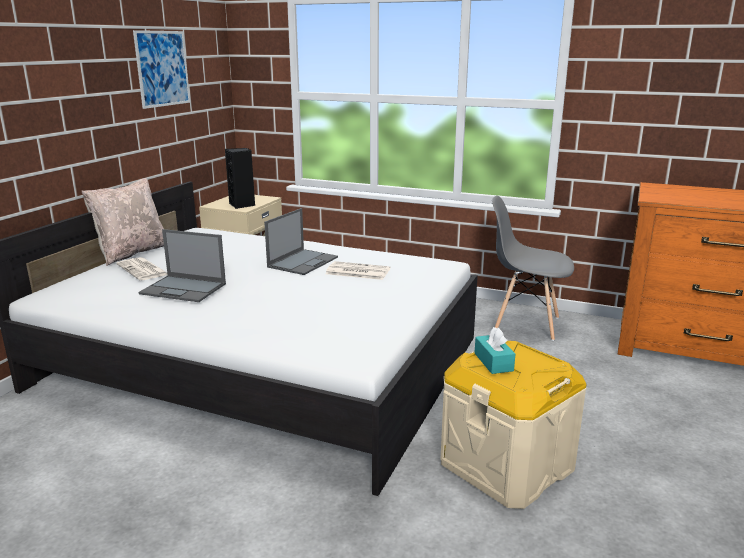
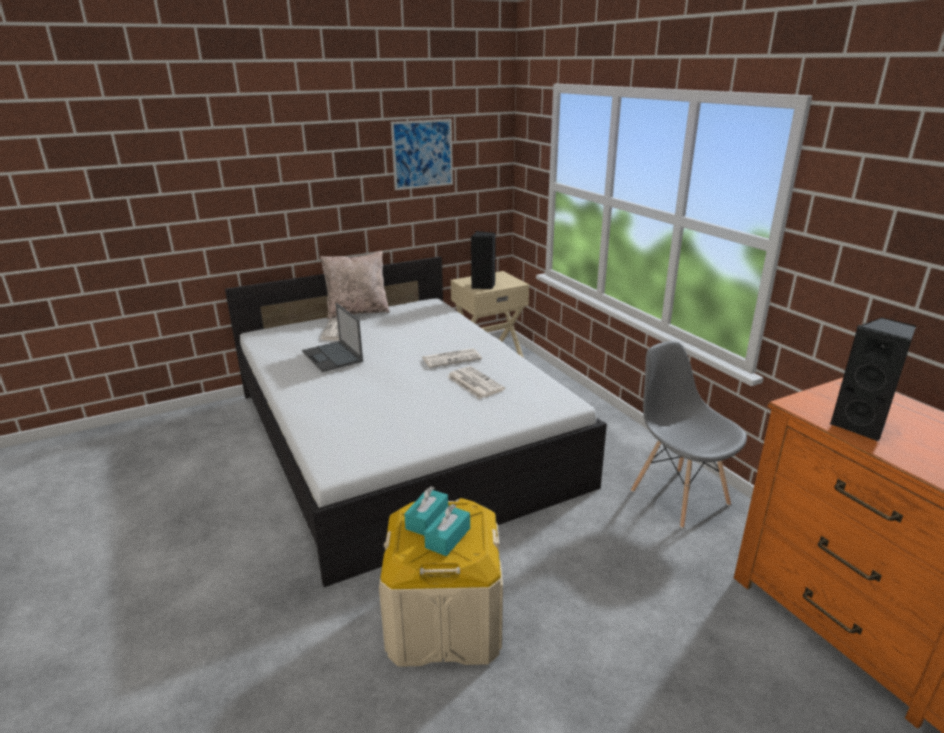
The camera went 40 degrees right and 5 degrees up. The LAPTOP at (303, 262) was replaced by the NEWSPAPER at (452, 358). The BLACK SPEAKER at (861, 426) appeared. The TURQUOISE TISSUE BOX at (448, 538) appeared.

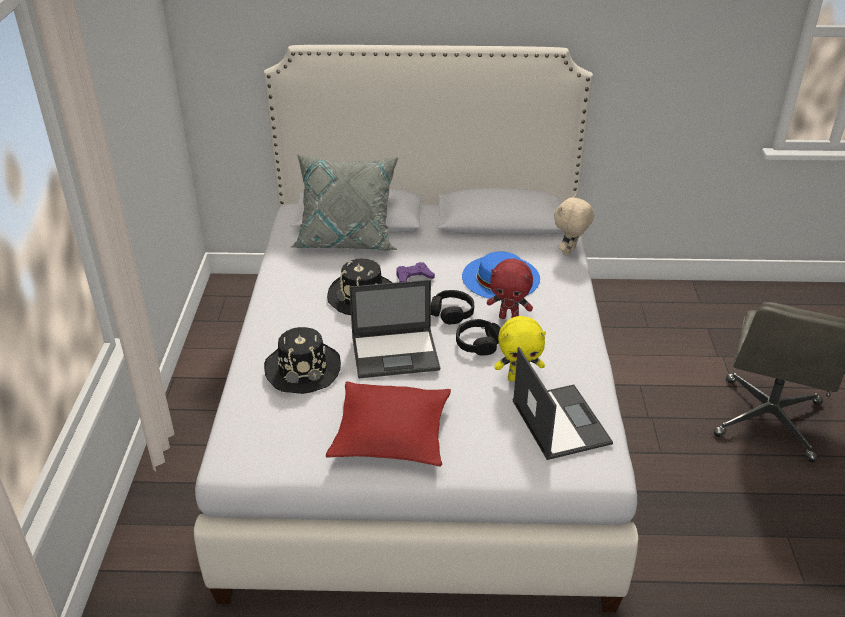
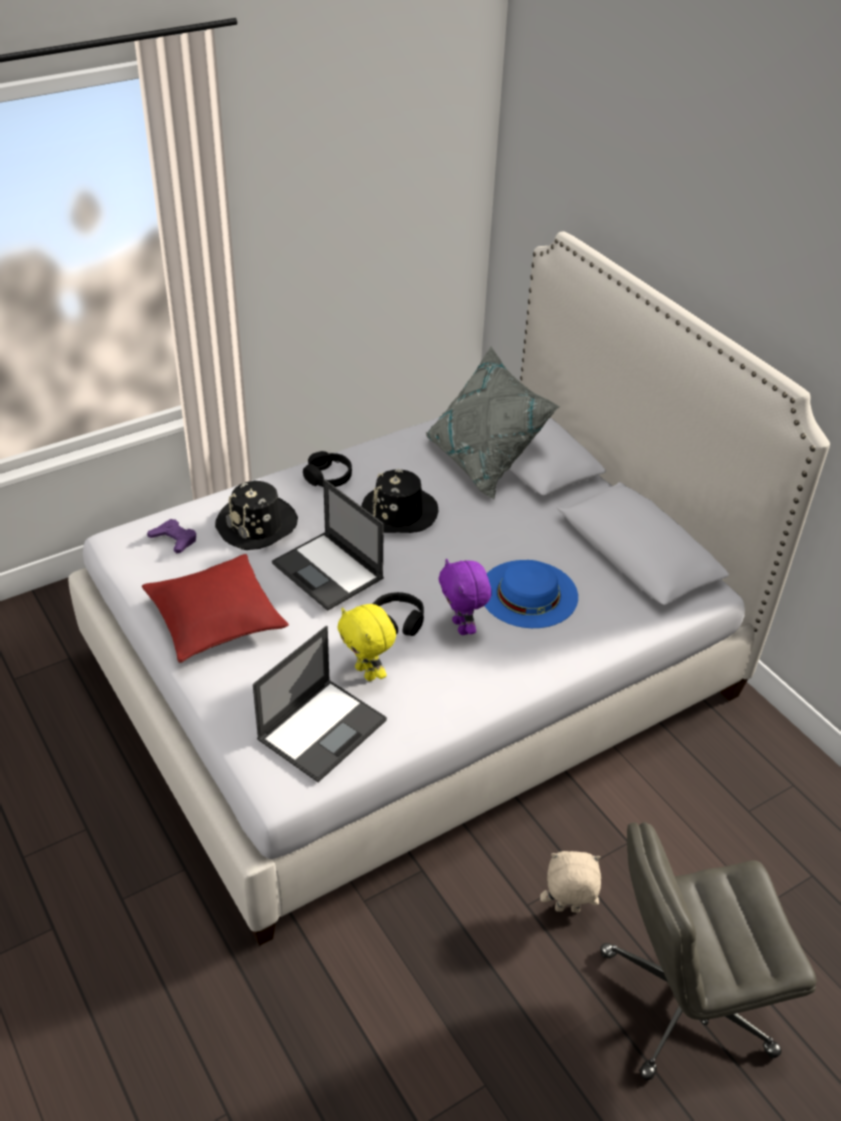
The camera went 55 degrees right and 5 degrees up. The BEIGE PLUSH TOY moved from (570, 252) to (566, 910). The RED PLUSH TOY at (509, 317) became the PURPLE PLUSH TOY at (462, 627). The PURPLE GAME CONTROLLER moved from (413, 277) to (174, 539). The BLACK HEADPHONES moved from (452, 312) to (328, 477).

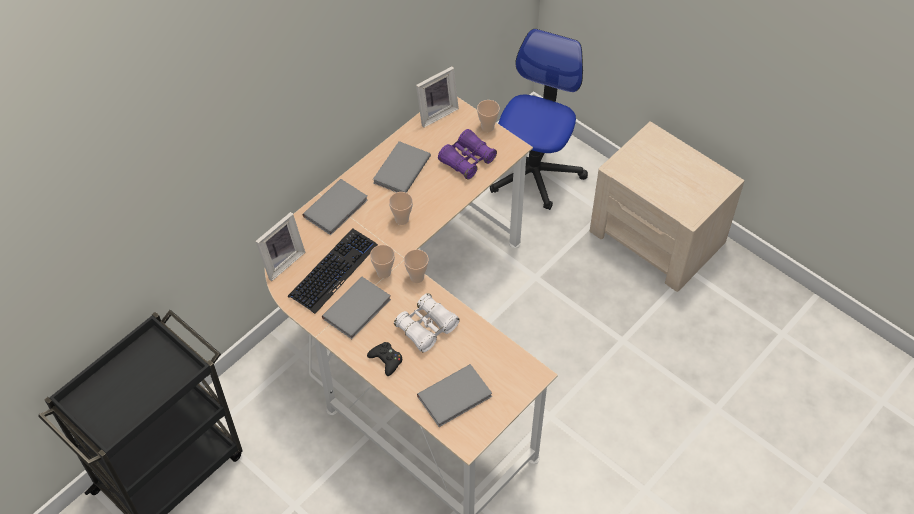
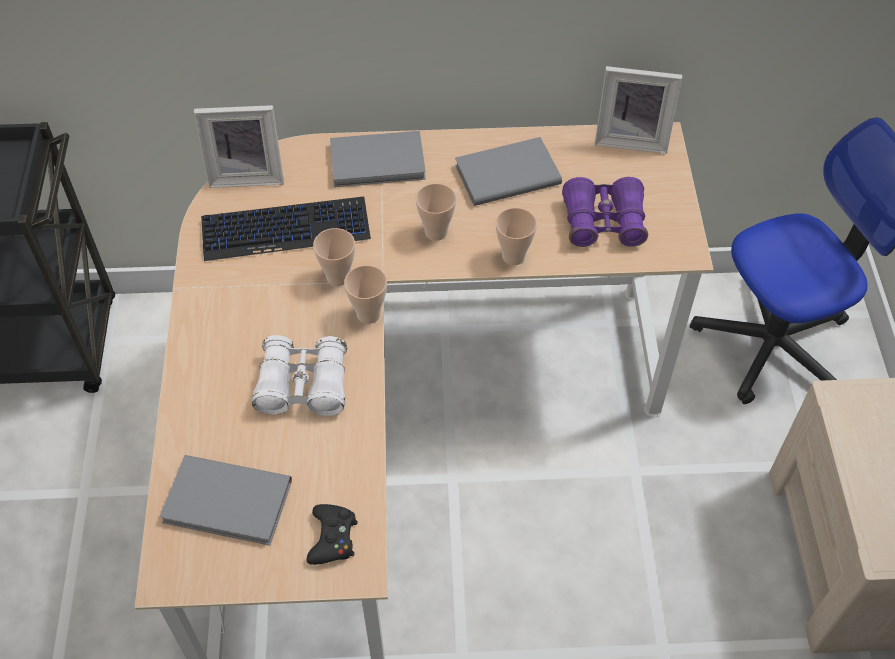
The camera went 45 degrees right and 0 degrees up. The CUP moved from (487, 127) to (513, 256). The GREY BOOK at (358, 309) disappeared. The BLACK GAME CONTROLLER moved from (386, 360) to (333, 538).

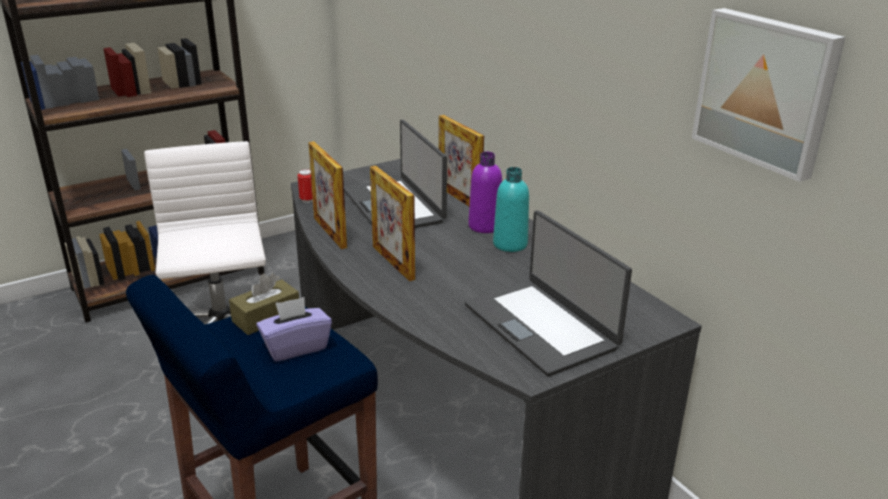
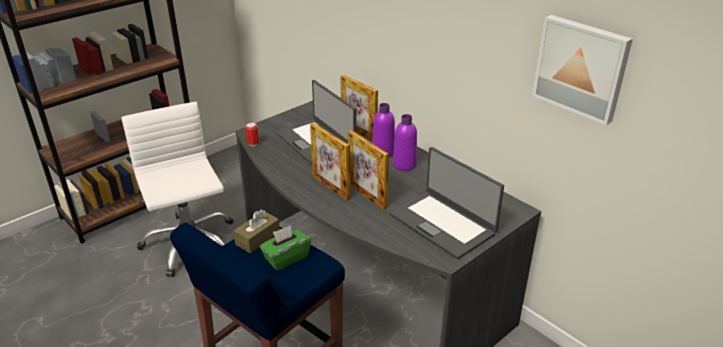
The camera went 10 degrees left and 5 degrees up. The PICTURE FRAME moved from (330, 232) to (367, 196). The TURQUOISE BOTTLE at (510, 244) became the PURPLE BOTTLE at (404, 164). The PURPLE TISSUE BOX at (295, 347) became the GREEN TISSUE BOX at (286, 258).

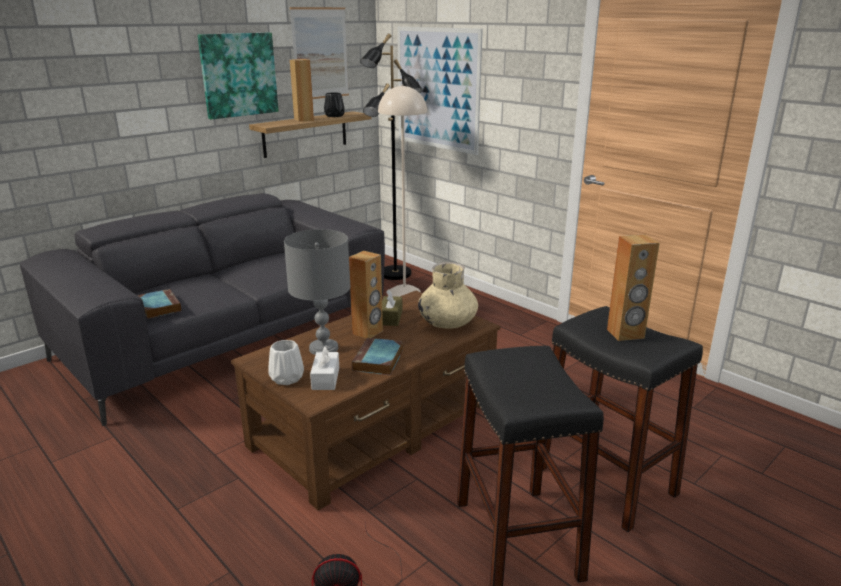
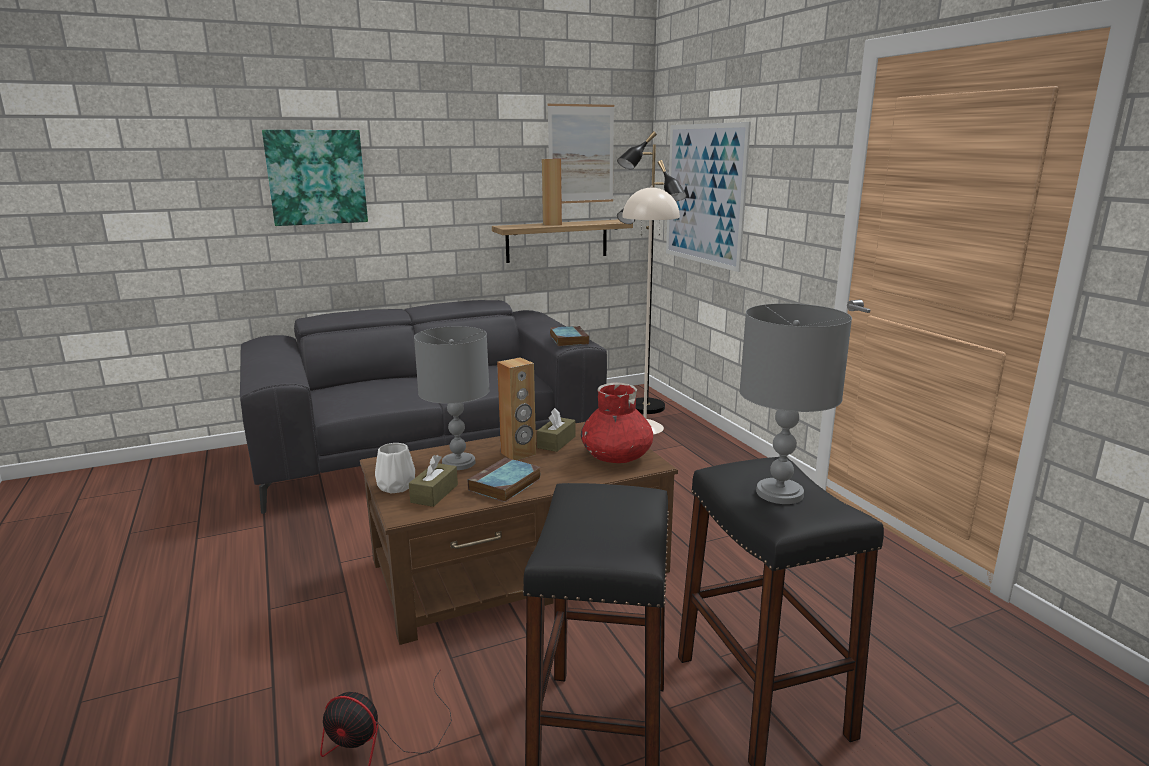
The camera went 20 degrees right and 5 degrees down. The PICTURE moved from (238, 75) to (316, 177). The BLACK VASE at (334, 116) disappeared. The BROWN SPEAKER at (625, 334) was replaced by the GREY TABLE LAMP at (780, 493). The BEIGE VASE at (447, 322) became the RED VASE at (616, 456). The BOOK moved from (159, 307) to (568, 339). The WHITE TISSUE BOX at (325, 378) became the BROWN TISSUE BOX at (434, 493).

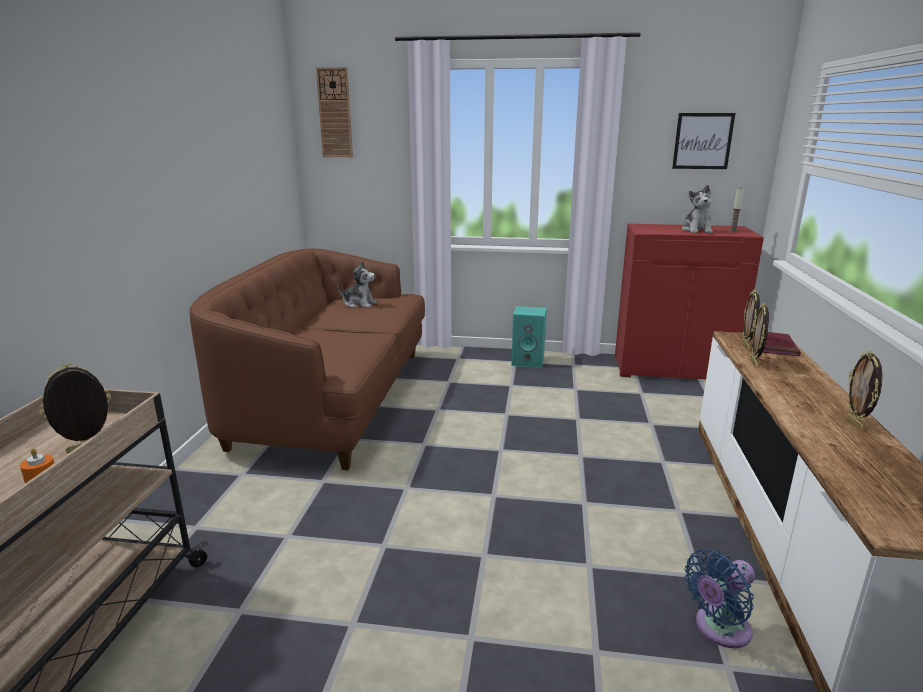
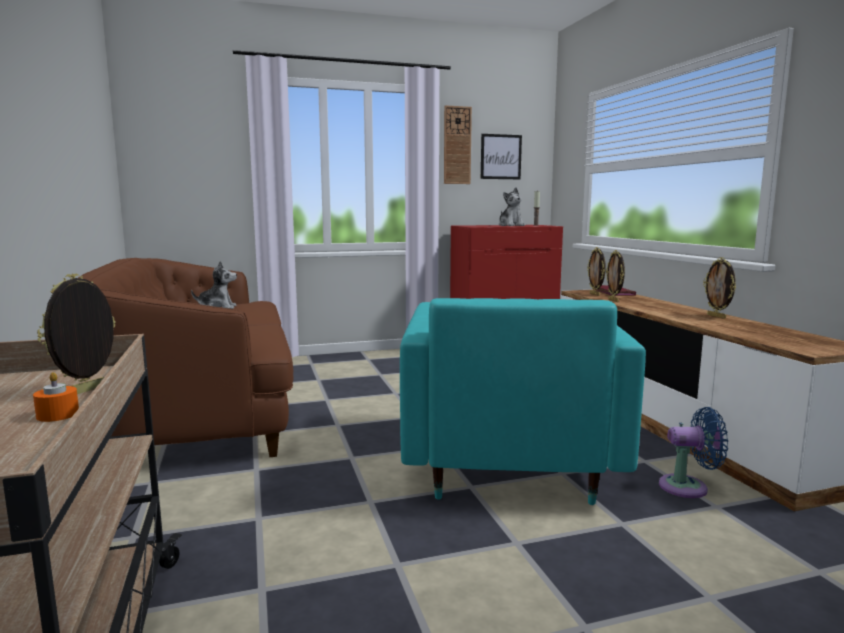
The camera went 25 degrees left and 10 degrees down. The WALL CLOCK moved from (335, 113) to (457, 145). The TURQUOISE SPEAKER at (528, 361) disappeared. The BLUE FAN at (719, 629) turned 120 degrees counterclockwise. The TURQUOISE ARMCHAIR at (506, 459) appeared.

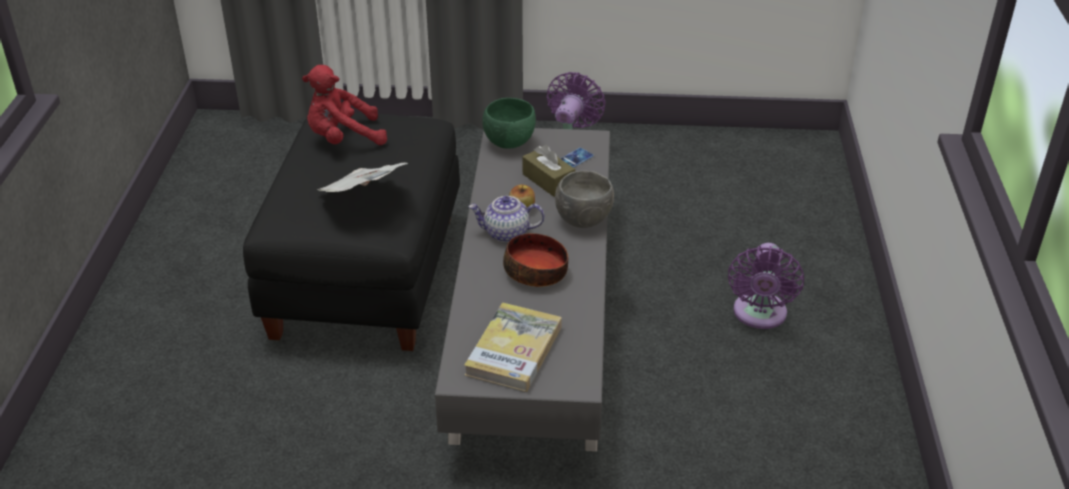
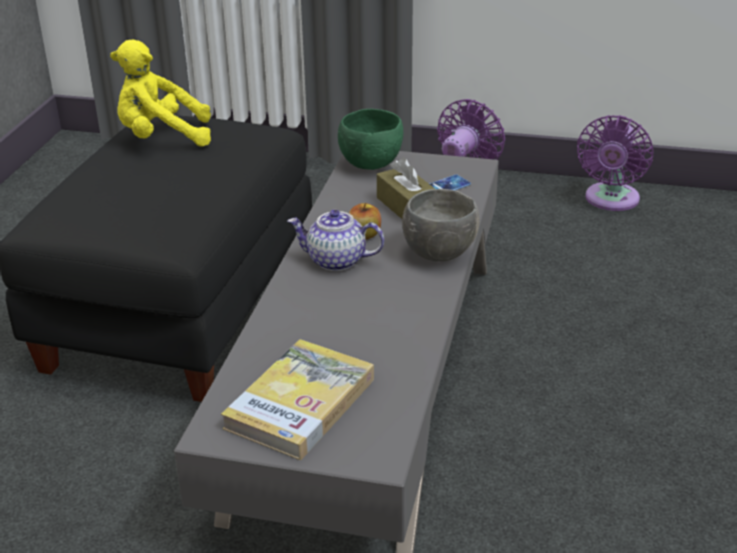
The camera went 10 degrees right and 5 degrees down. The RED PLUSH TOY at (343, 139) became the YELLOW PLUSH TOY at (162, 138). The NEWSPAPER at (364, 197) disappeared. The BOWL at (536, 272) disappeared. The PURPLE FAN moved from (759, 315) to (610, 201).

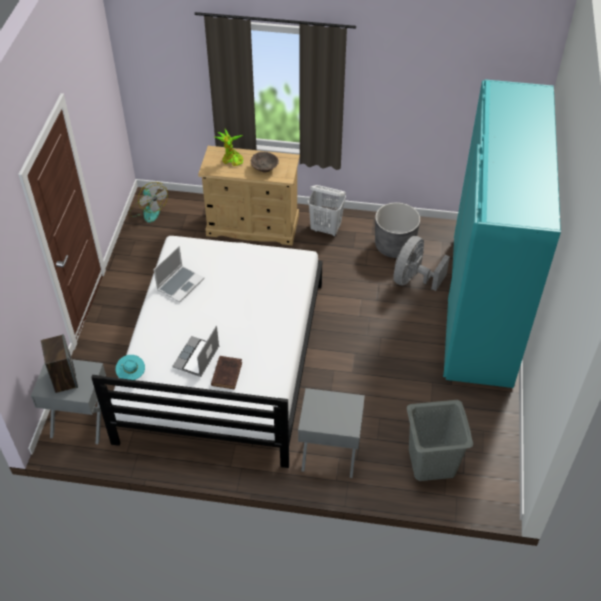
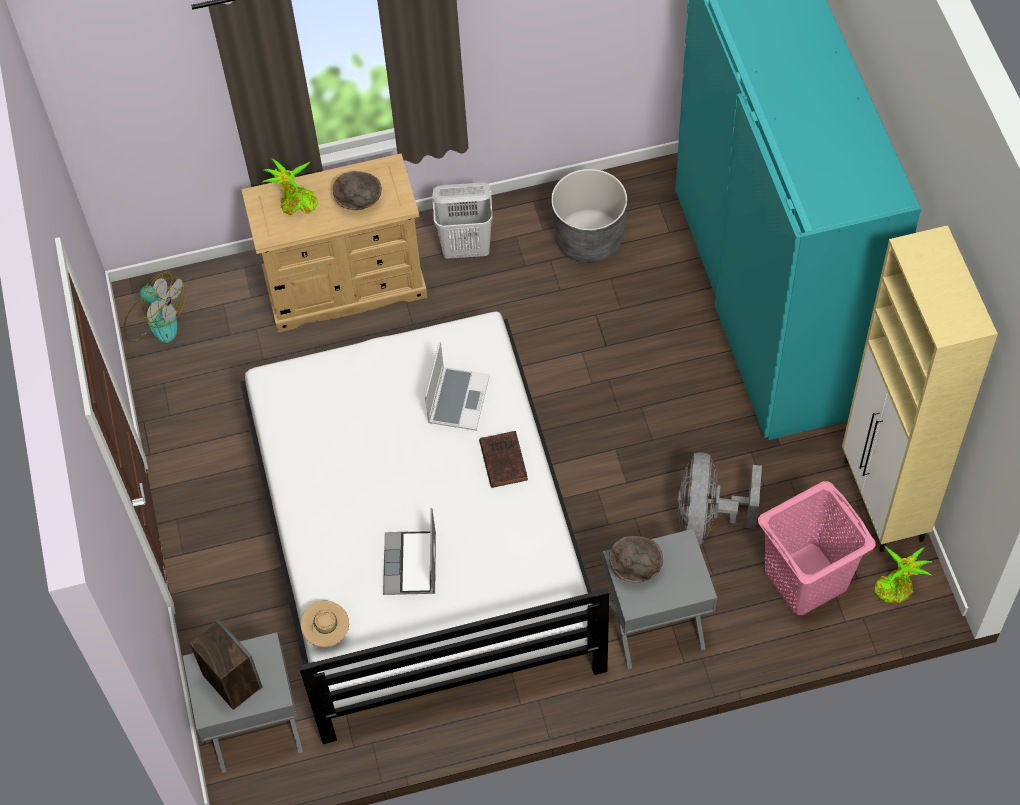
The camera went 20 degrees left and 10 degrees up. The GREY FAN moved from (413, 279) to (708, 518). The LAPTOP moved from (180, 284) to (457, 399). The TURQUOISE HAT at (131, 374) became the BEIGE HAT at (327, 631). The BROWN BOOK moved from (227, 373) to (503, 460). The GREY LAUNDRY BASKET at (431, 461) became the PINK LAUNDRY BASKET at (805, 578). The BEIGE CABINET at (883, 502) appeared. The BROWN BOWL at (635, 567) appeared. The POTTED PLANT at (896, 587) appeared.

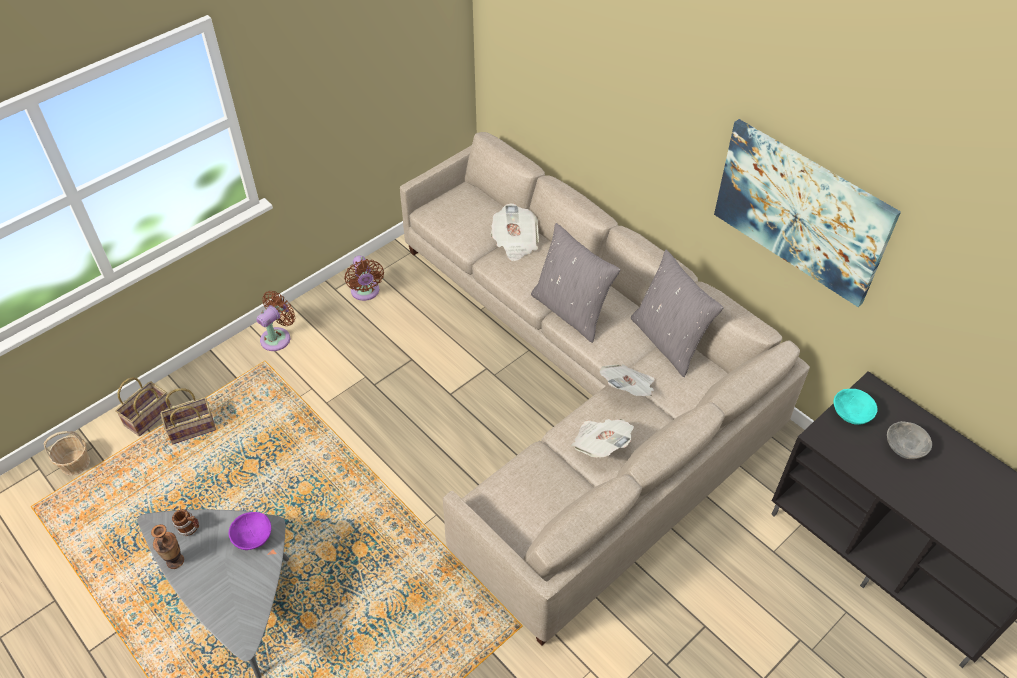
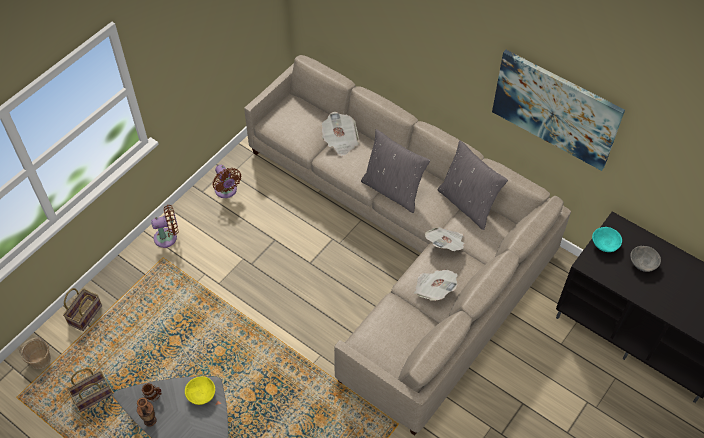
The camera went 10 degrees left and 5 degrees up. The BROWN FAN at (278, 337) turned 45 degrees clockwise. The BASKET moved from (193, 427) to (93, 395). The PURPLE BOWL at (253, 538) became the YELLOW BOWL at (201, 395).

